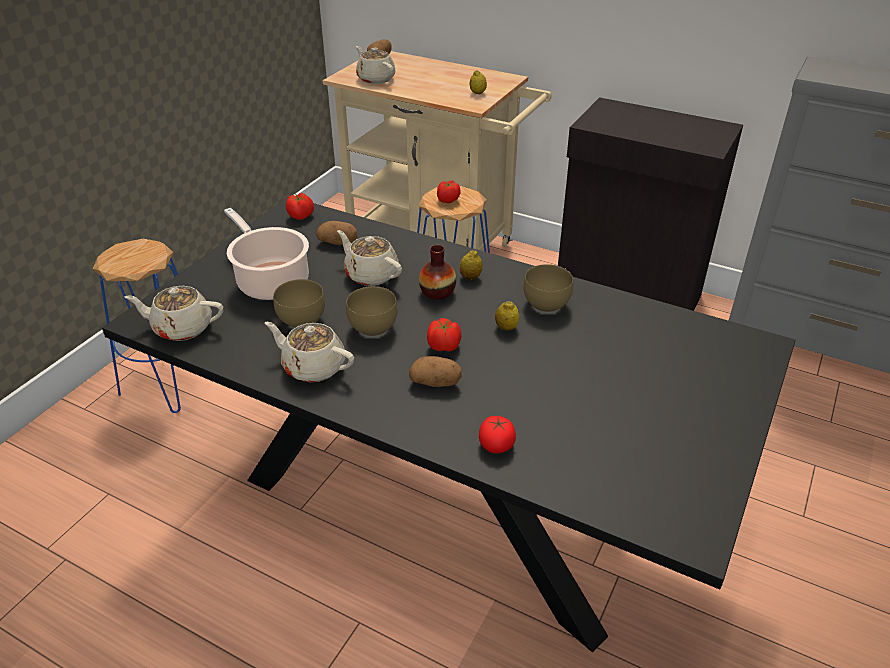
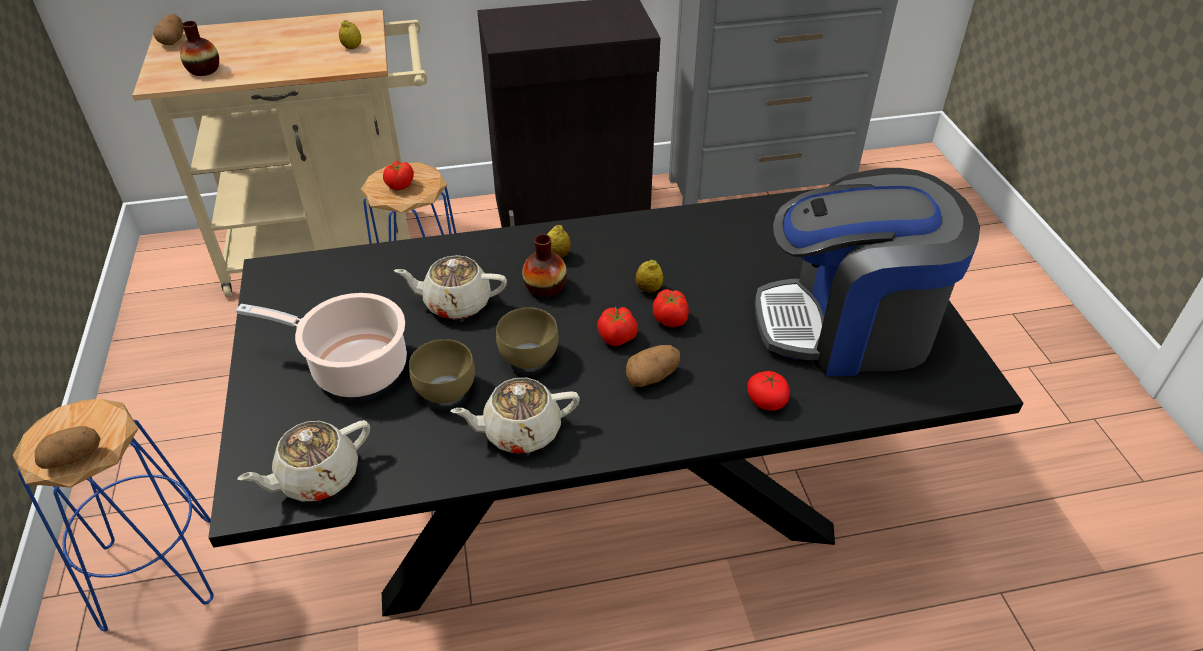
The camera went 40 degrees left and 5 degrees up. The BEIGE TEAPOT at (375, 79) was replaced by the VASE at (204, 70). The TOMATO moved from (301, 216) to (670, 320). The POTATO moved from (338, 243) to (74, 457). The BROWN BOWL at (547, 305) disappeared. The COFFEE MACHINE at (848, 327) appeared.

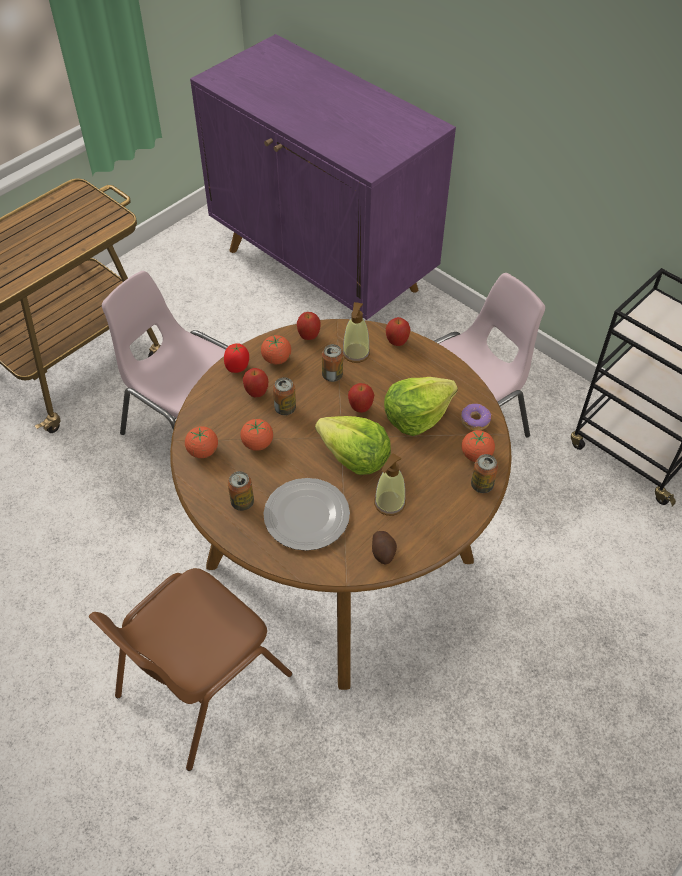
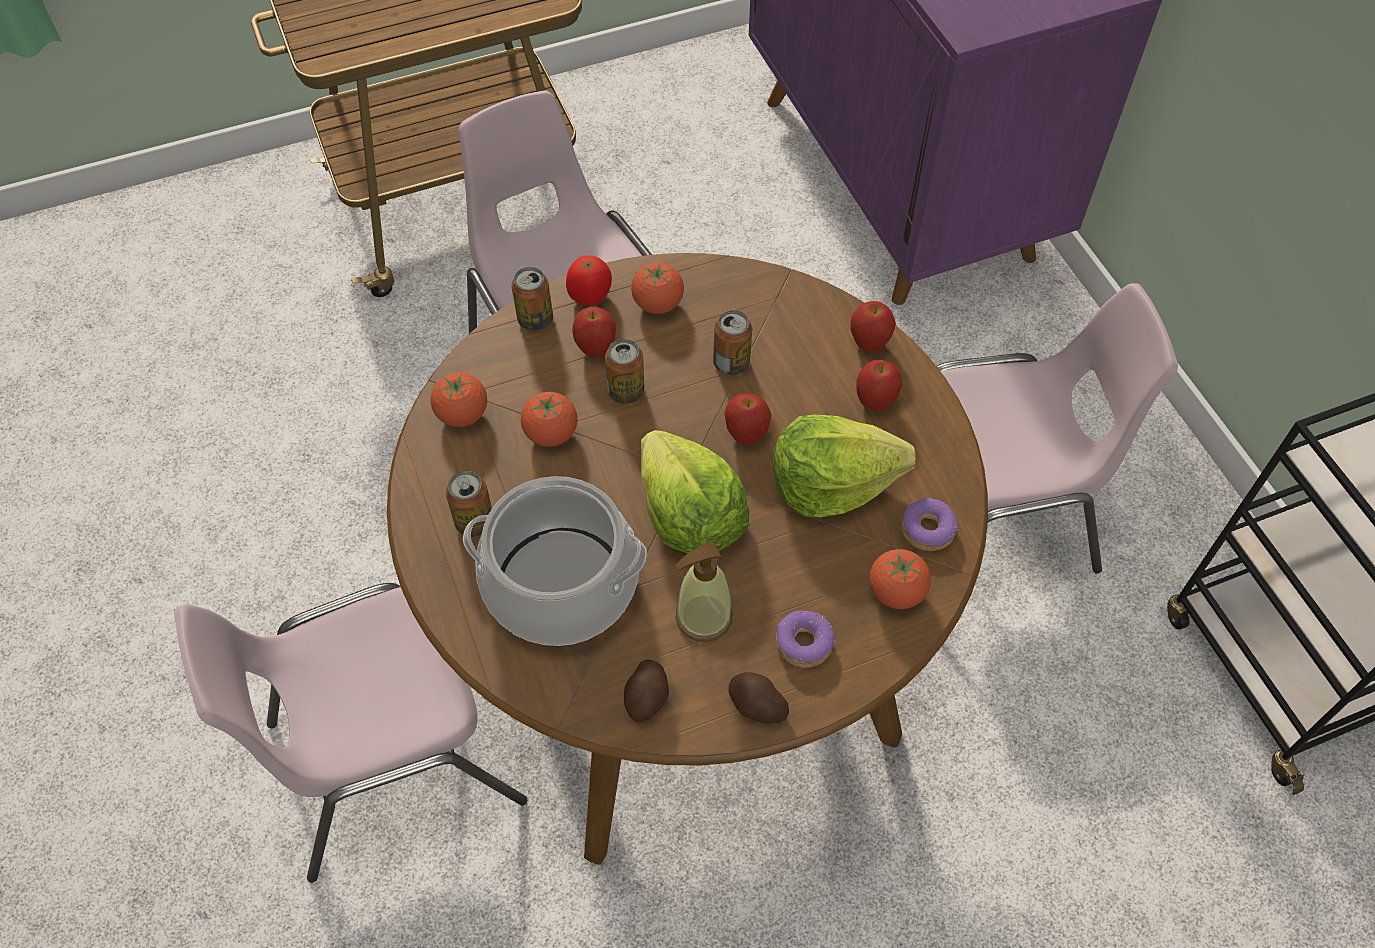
The camera went 25 degrees right and 5 degrees up. The SOAP DISPENSER at (356, 353) disappeared. The APPLE moved from (309, 336) to (875, 402). The CAN moved from (482, 485) to (535, 319). The PLATE at (307, 515) was replaced by the COOKING POT at (561, 584). The BROWN CHAIR at (200, 685) became the PINK CHAIR at (389, 759). The DONUT at (803, 643) appeared. The POTATO at (756, 706) appeared.

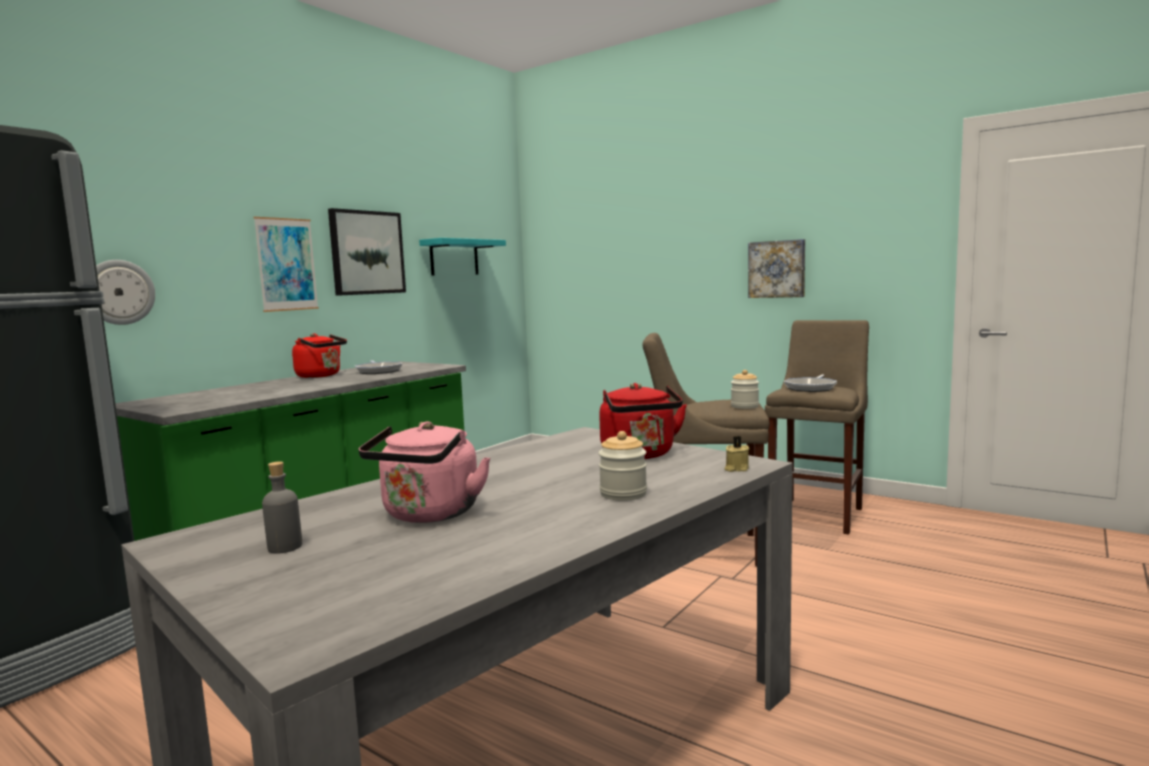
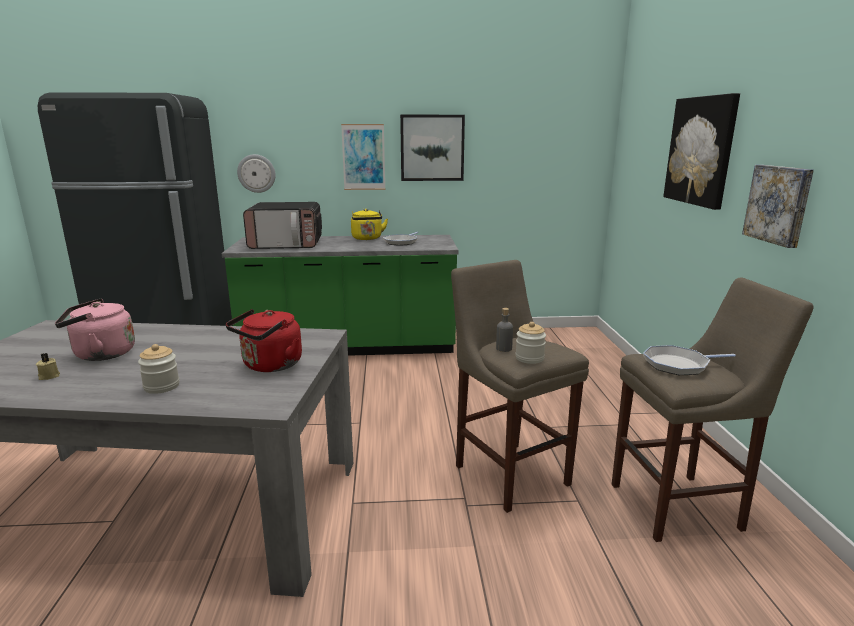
The camera went 50 degrees right and 10 degrees up. The TURQUOISE SHELF at (454, 257) disappeared. The RED KETTLE at (321, 376) became the YELLOW KETTLE at (367, 238). The BEIGE CANDLE moved from (736, 469) to (49, 376). The GREY BOTTLE moved from (285, 547) to (504, 348). The PICTURE at (701, 151) appeared. The MICROWAVE at (287, 245) appeared.

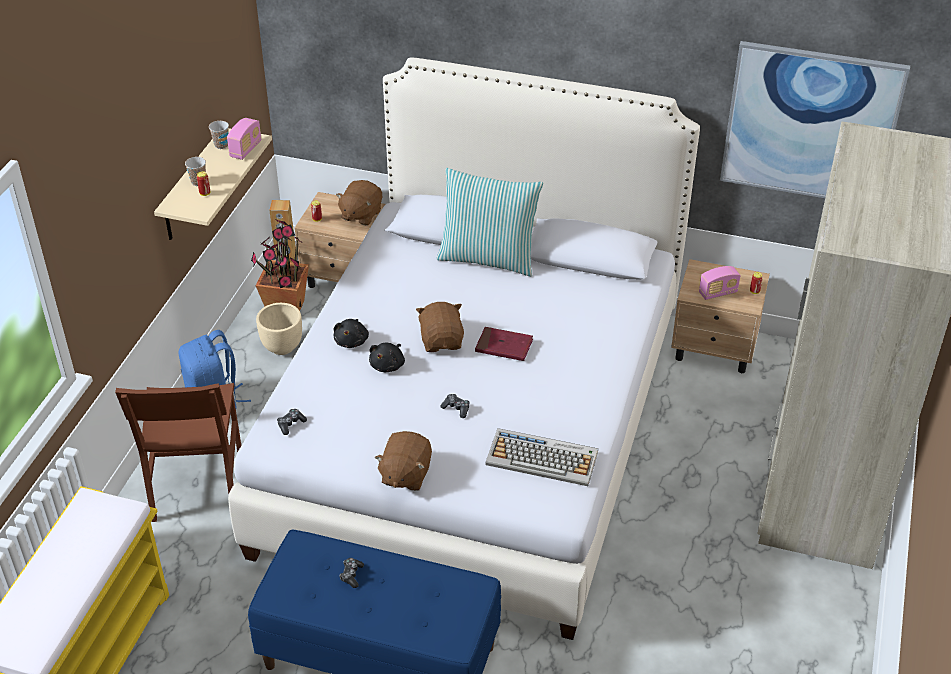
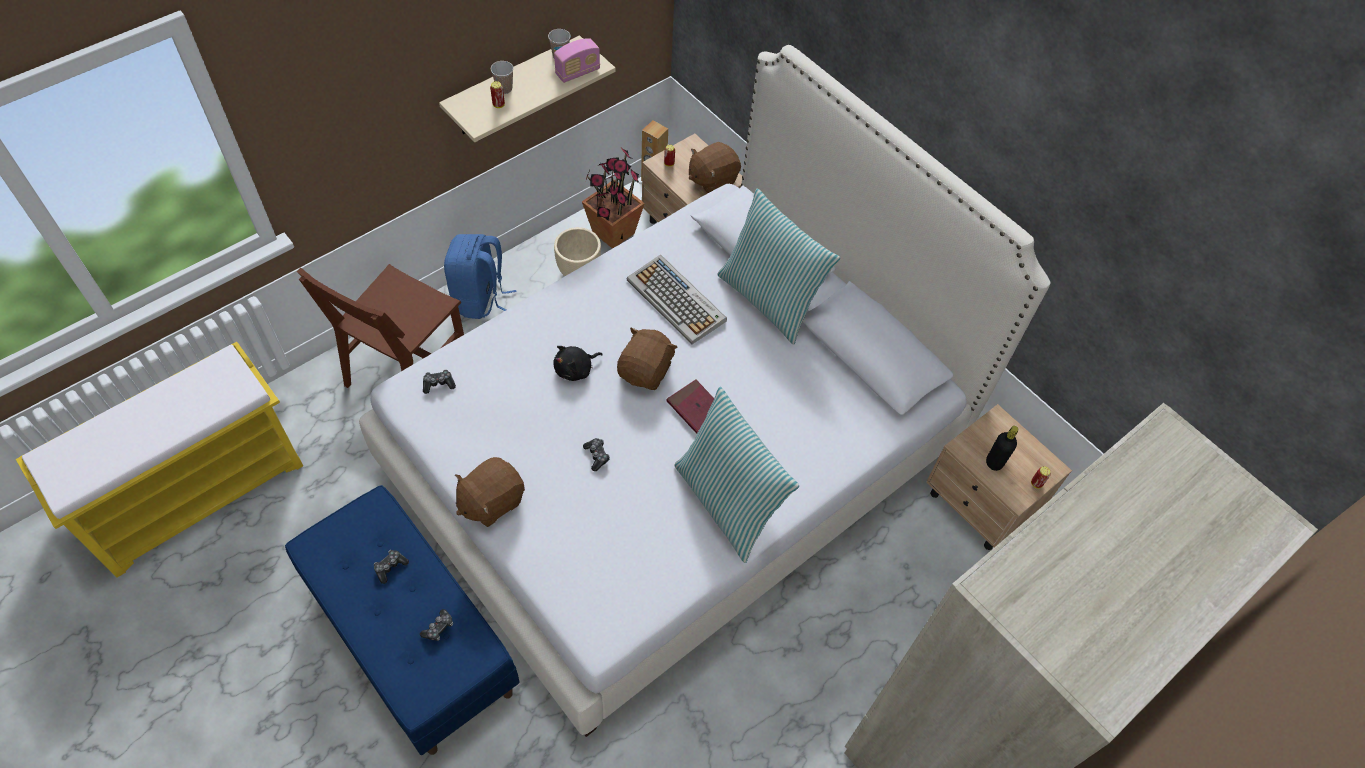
The camera went 30 degrees right and 15 degrees up. The PICTURE at (810, 124) disappeared. The RADIO at (718, 293) was replaced by the BLACK BOTTLE at (994, 462). The BLACK PLUSH TOY at (352, 341) disappeared. The KEYBOARD moved from (543, 458) to (677, 301). The PILLOW at (727, 502) appeared. The GAME CONTROLLER at (439, 628) appeared.

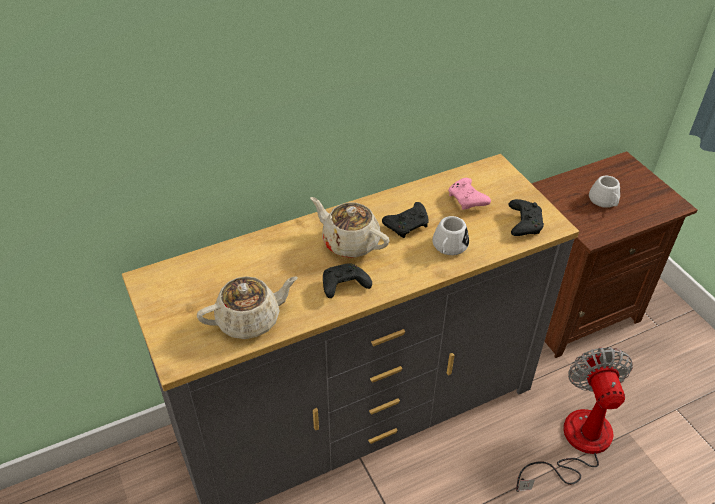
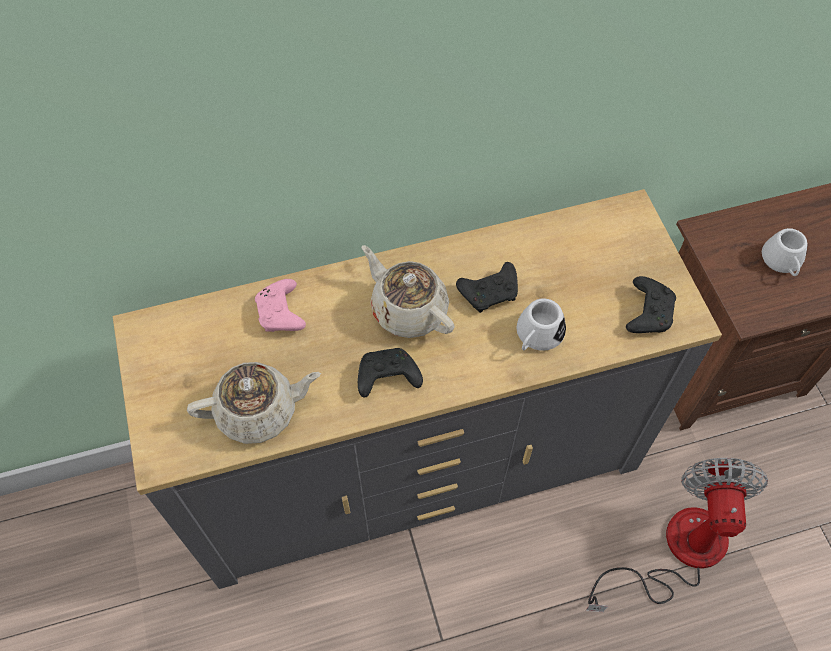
The camera went 10 degrees right and 15 degrees up. The PINK GAME CONTROLLER moved from (467, 200) to (281, 314).

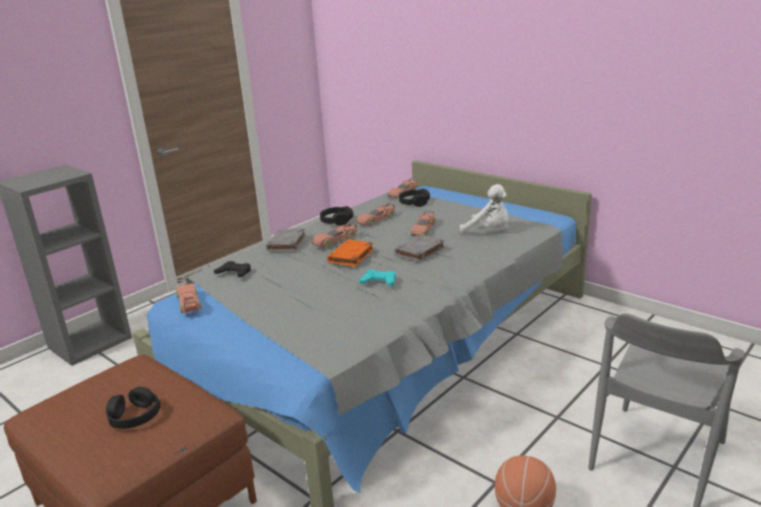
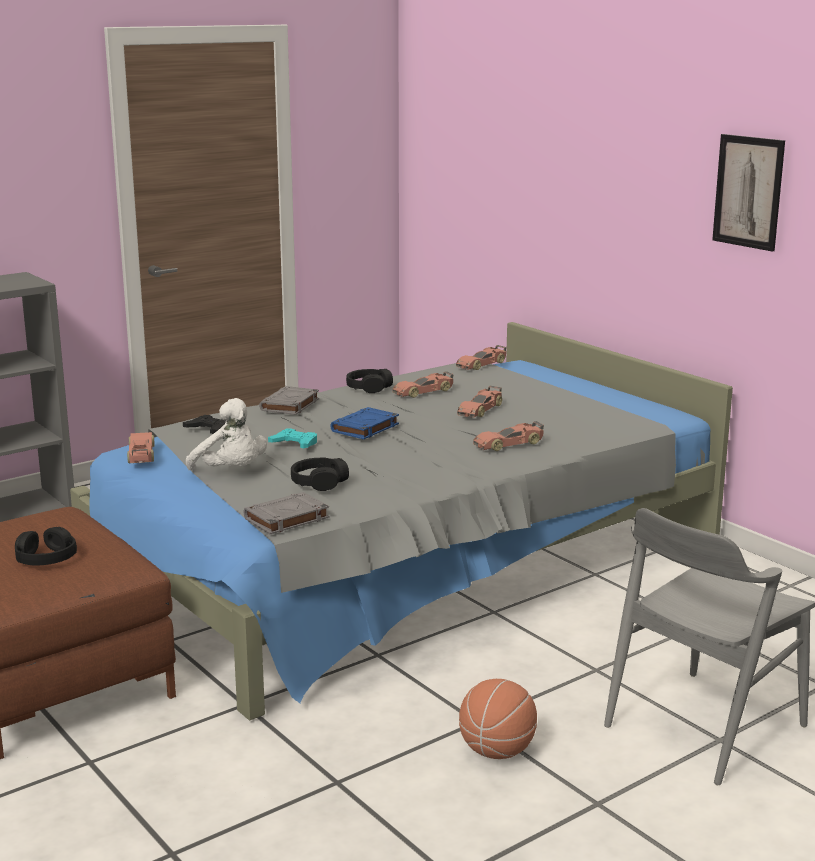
The camera went 10 degrees right and 5 degrees down. The WHITE PLUSH TOY moved from (488, 231) to (231, 472). The BLACK HEADPHONES moved from (414, 203) to (319, 482). The TOY CAR moved from (335, 240) to (509, 444). The GREY BOOK moved from (420, 251) to (286, 519). The ORANGE BOOK at (351, 256) became the BLUE BOOK at (365, 428). The TURQUOISE GAME CONTROLLER moved from (379, 281) to (294, 443). The PICTURE at (748, 192) appeared.

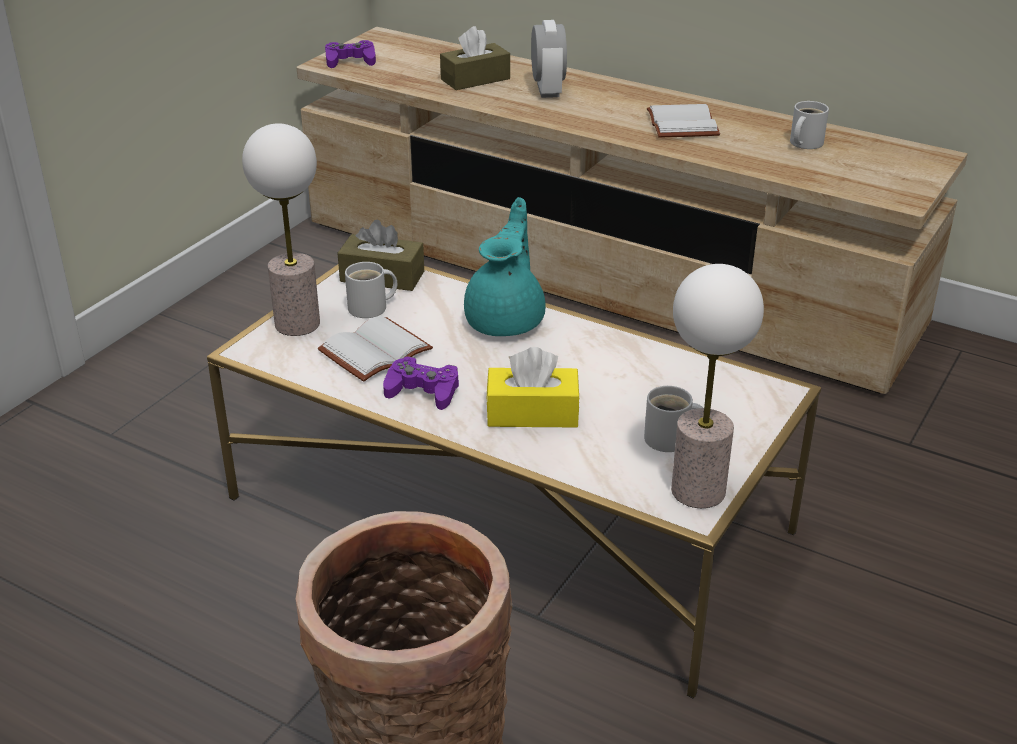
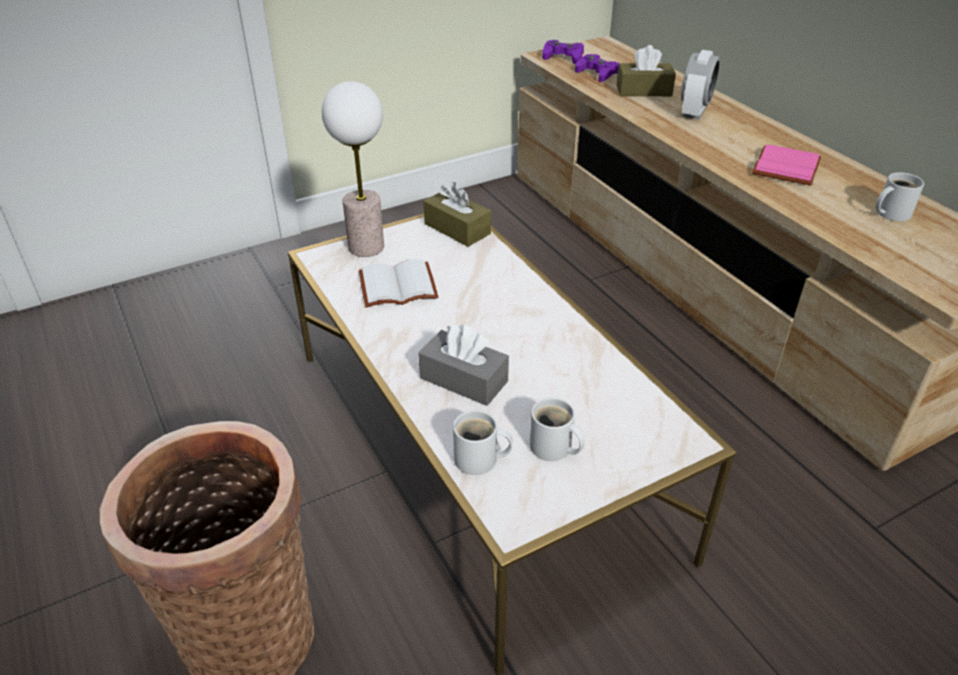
The camera went 30 degrees right and 5 degrees up. The WHITE BOOK at (679, 124) became the PINK BOOK at (784, 166). The TURQUOISE TEAPOT at (507, 320) disappeared. The WHITE MUG moved from (371, 308) to (479, 460). The TABLE LAMP at (697, 490) disappeared. The YELLOW TISSUE BOX at (532, 413) became the GREY TISSUE BOX at (463, 379). The PURPLE GAME CONTROLLER moved from (423, 390) to (597, 73).

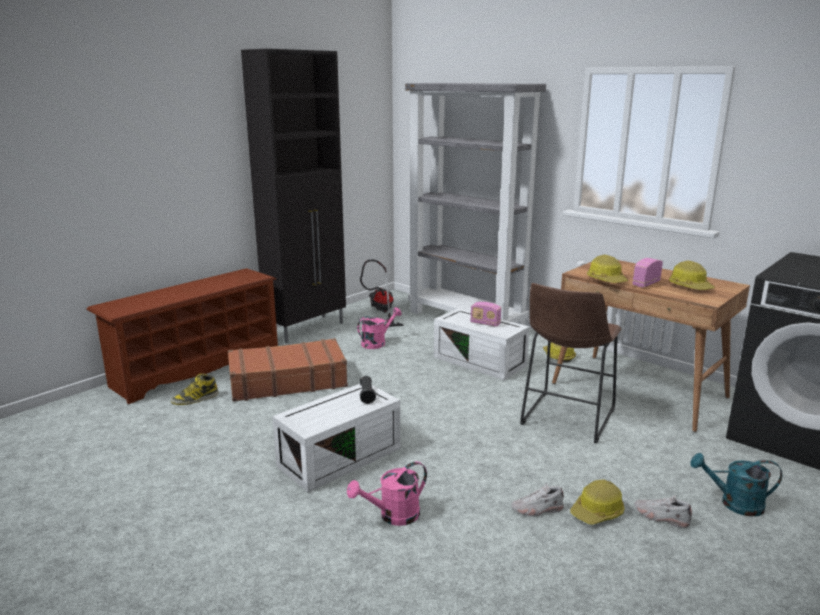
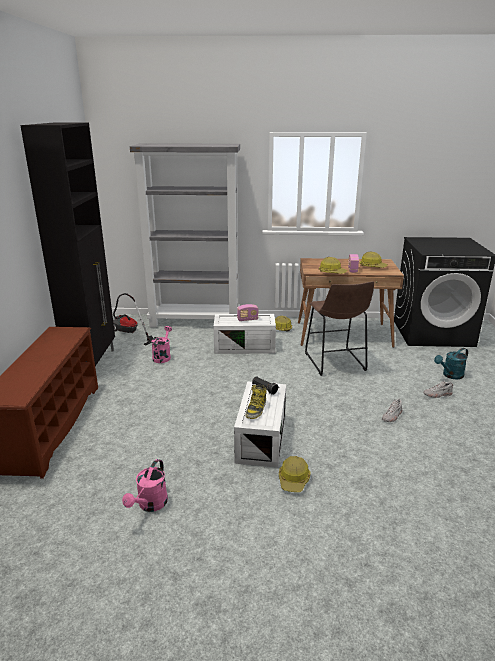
The camera went 40 degrees left and 5 degrees up. The BROWN SUITCASE at (287, 381) disappeared. The BOOT moved from (195, 399) to (256, 409). The PINK WATERING CAN moved from (393, 516) to (150, 505). The HARD HAT moved from (597, 512) to (294, 480).

